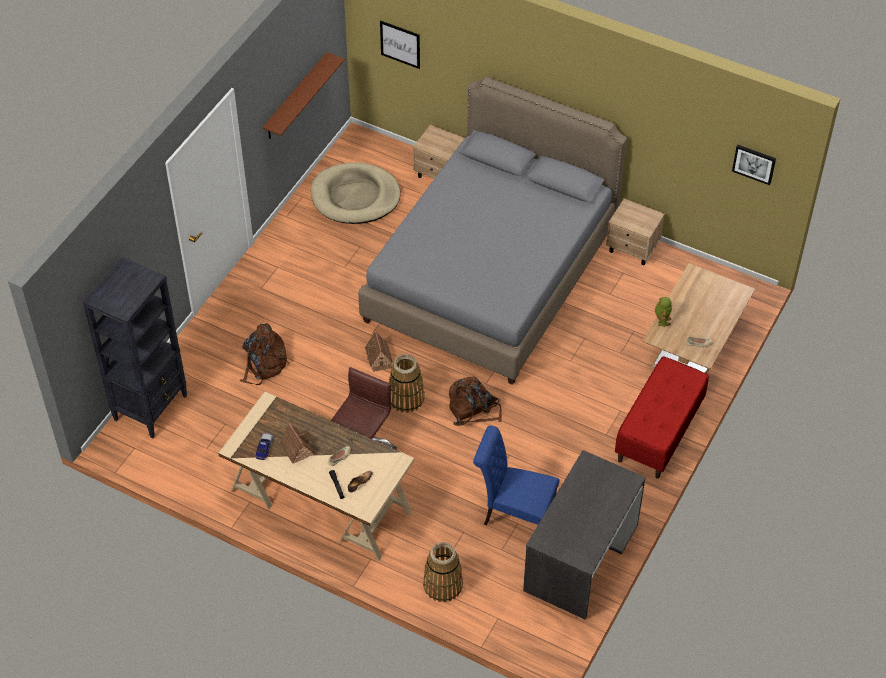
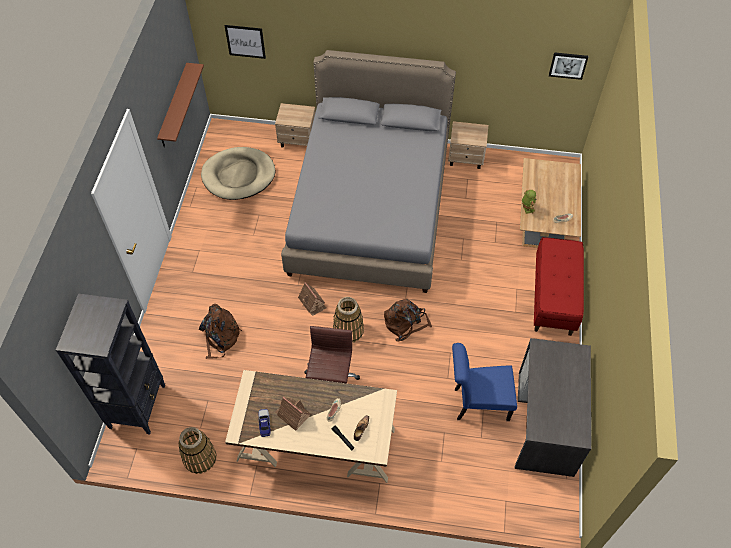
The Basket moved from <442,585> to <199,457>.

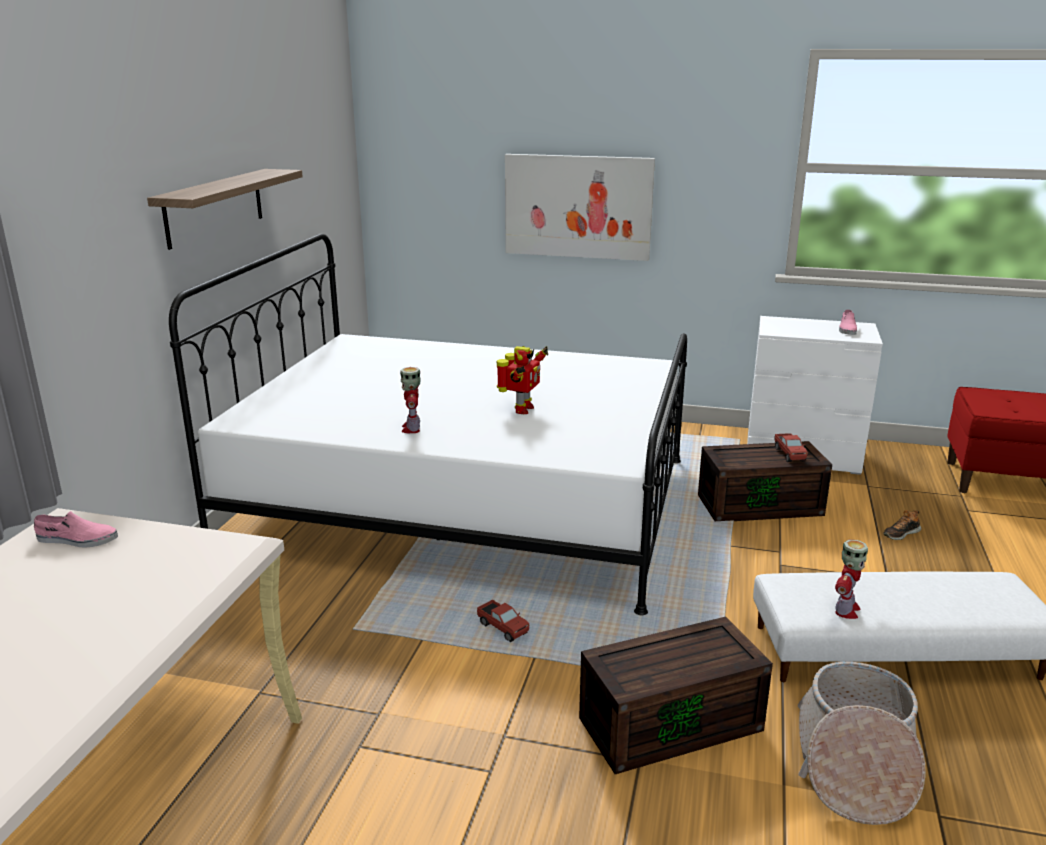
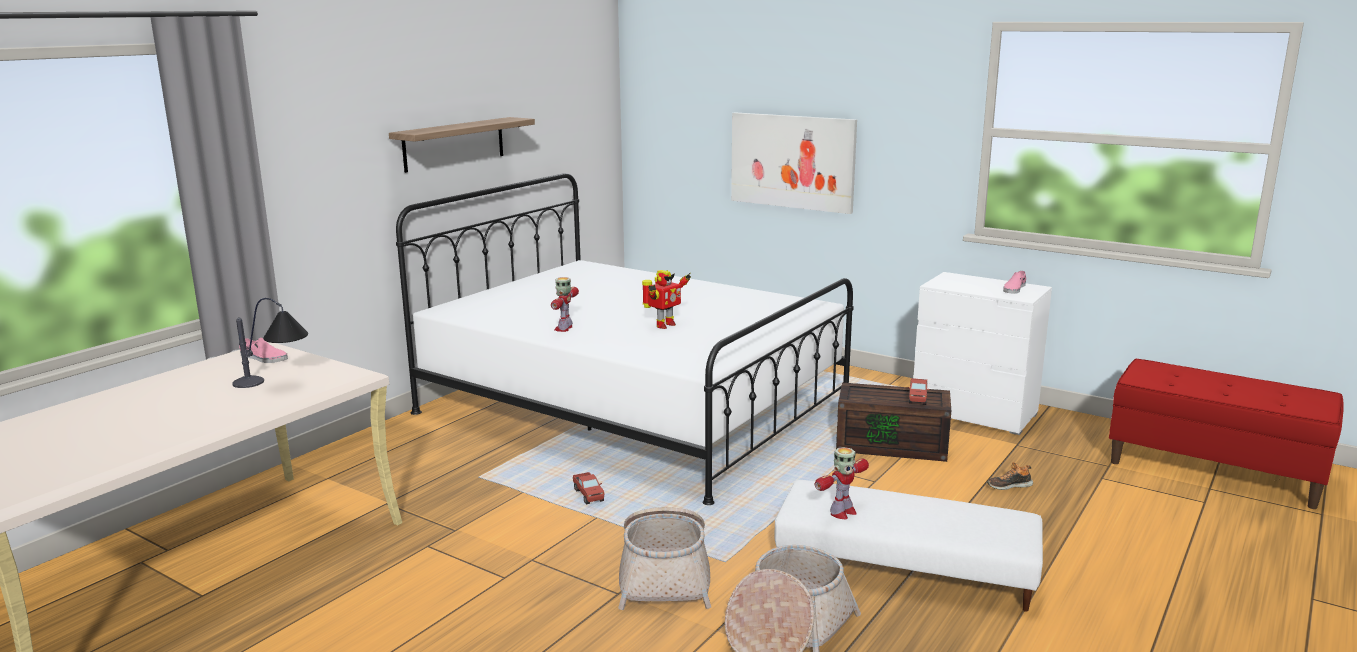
The TableLamp at <276,384> appeared.
The BrownColouredStorageBin at <671,722> was replaced by the Basket at <665,576>.

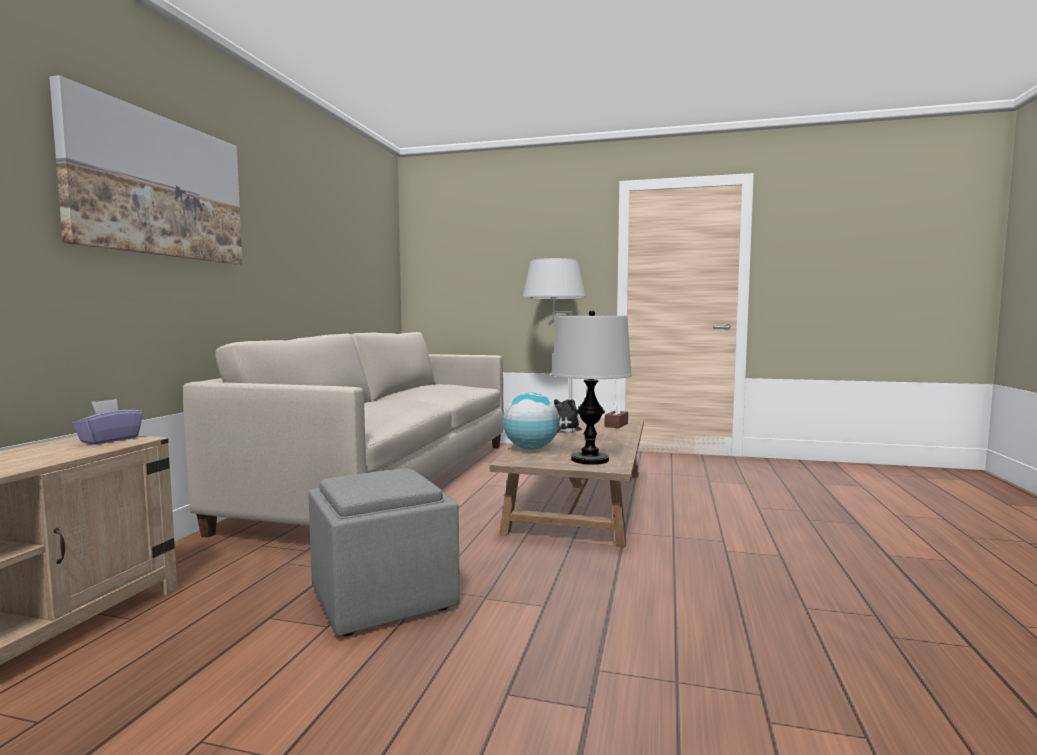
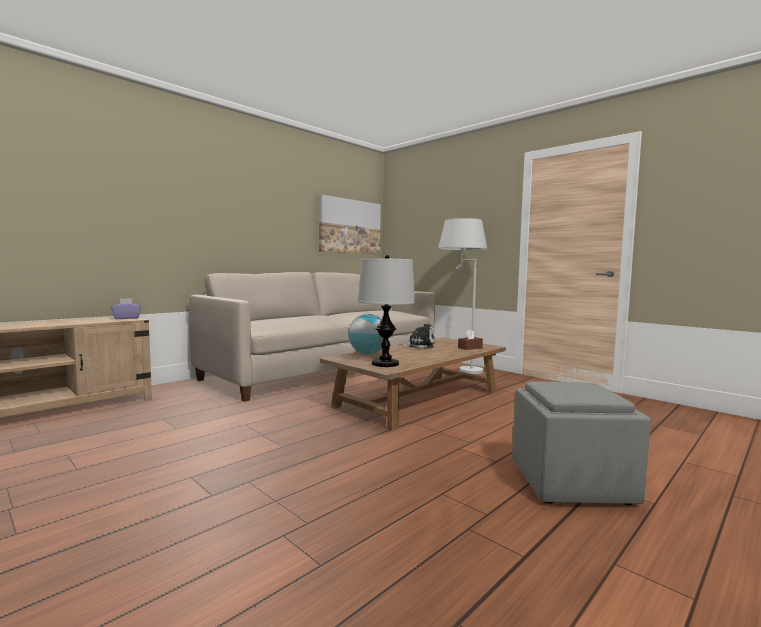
The WallArt moved from <158,187> to <350,226>.
The GrayOttoman moved from <381,598> to <569,482>.

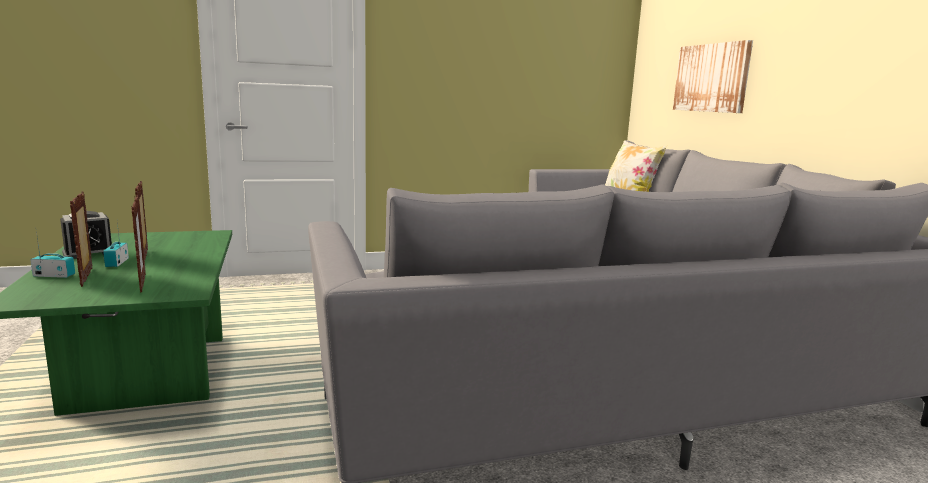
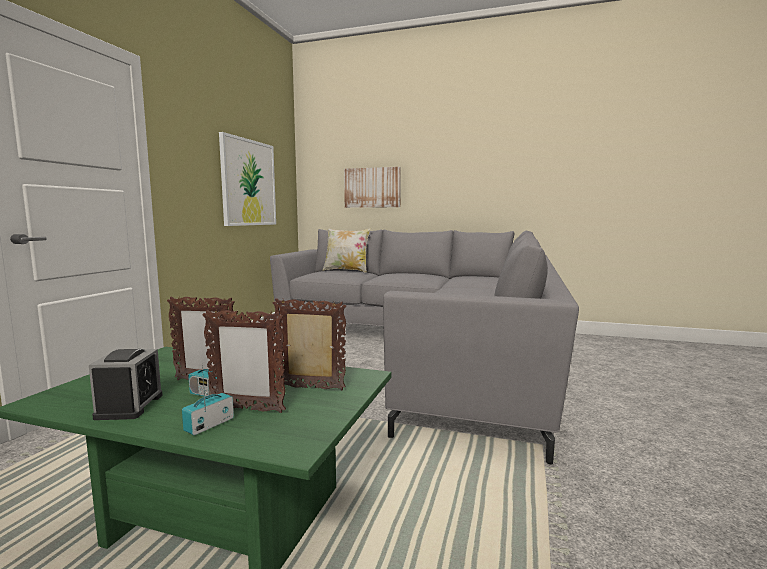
The WallArt at <248,183> appeared.

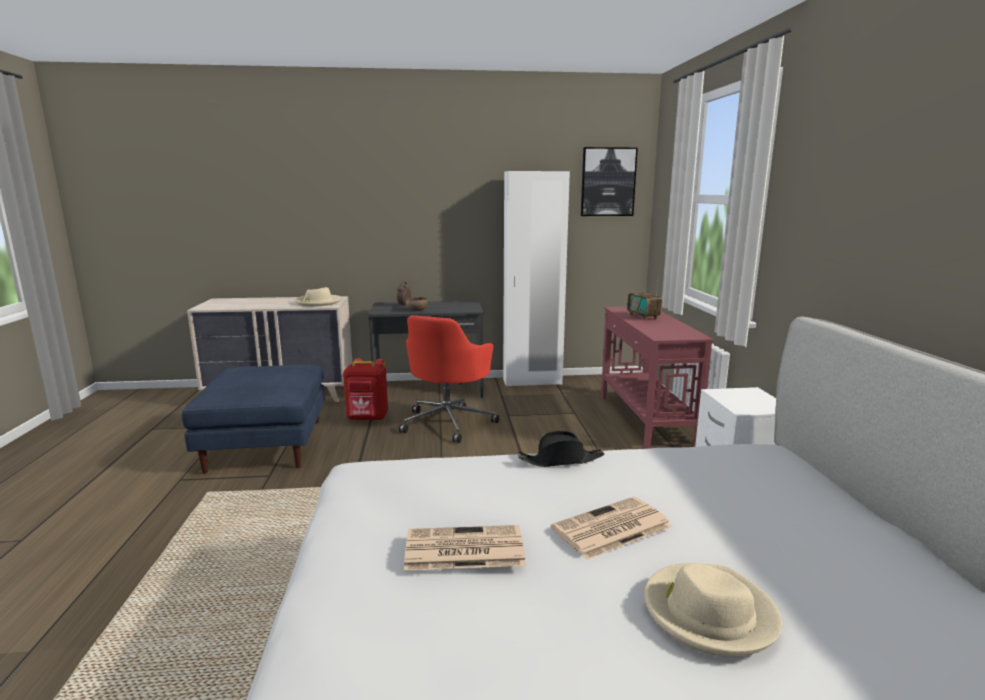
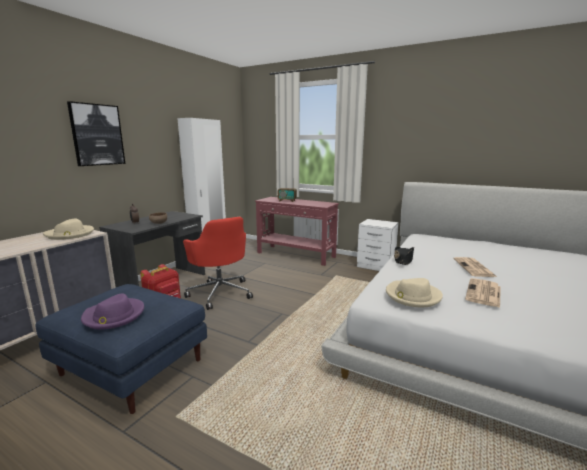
The WallArt moved from <608,182> to <97,135>.
The PurplishClothingHat at <113,316> appeared.
The BeigeColouredClothingHat moved from <708,612> to <412,296>.

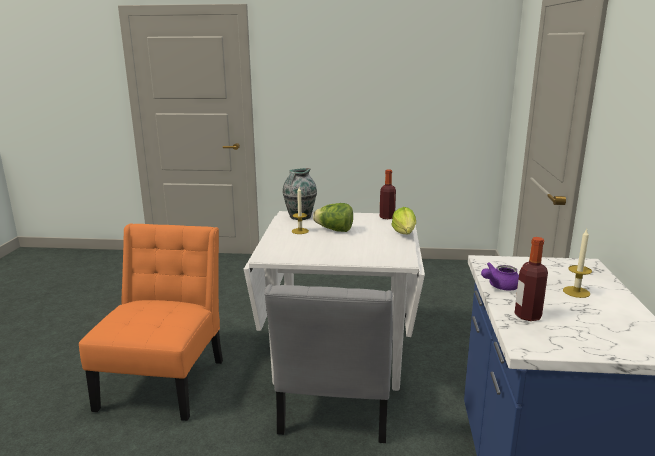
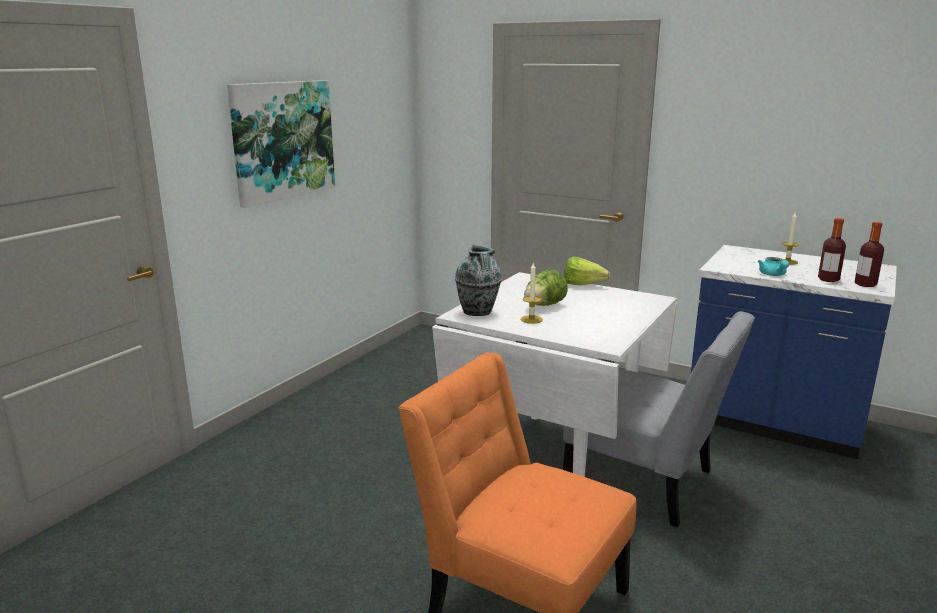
The WallArt at <283,140> appeared.
The PurplishTeaPot at <499,286> became the BlueGreenTeaPot at <773,275>.
The DrinkBottle moved from <387,217> to <865,284>.

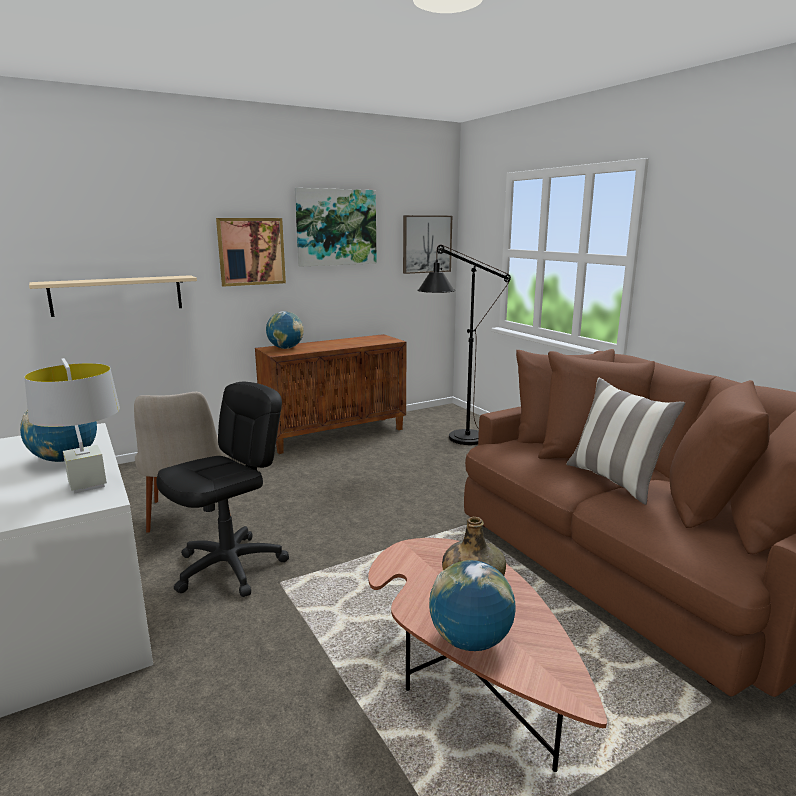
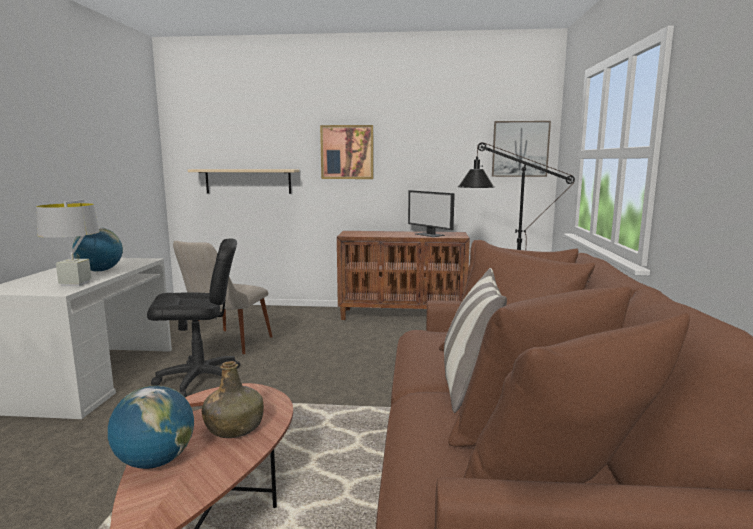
The ComputerDisplay at <430,234> appeared.
The DeskGlobe at <285,348> disappeared.
The WallArt at <336,227> disappeared.

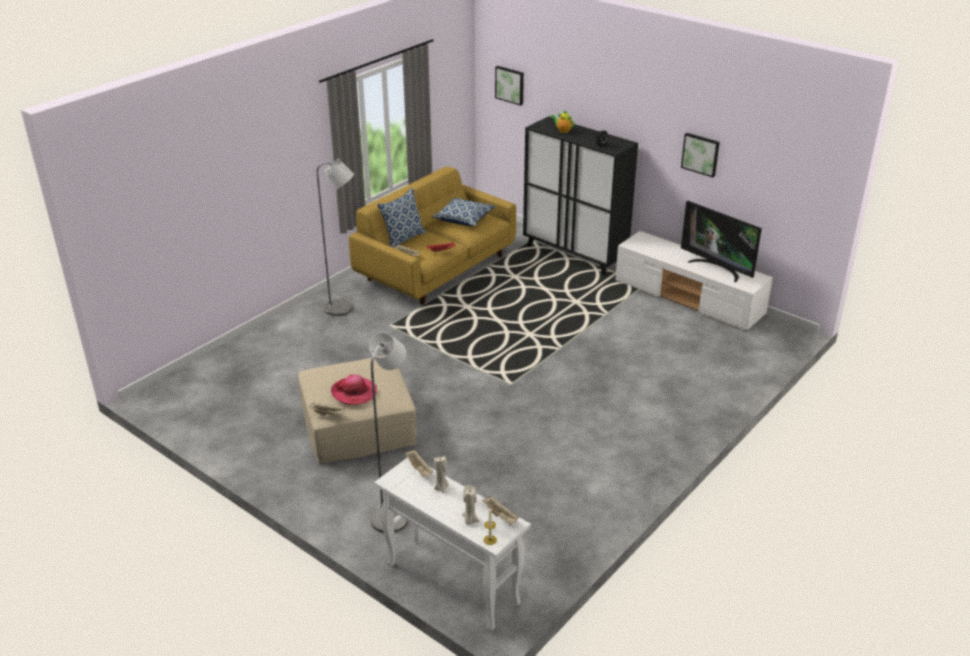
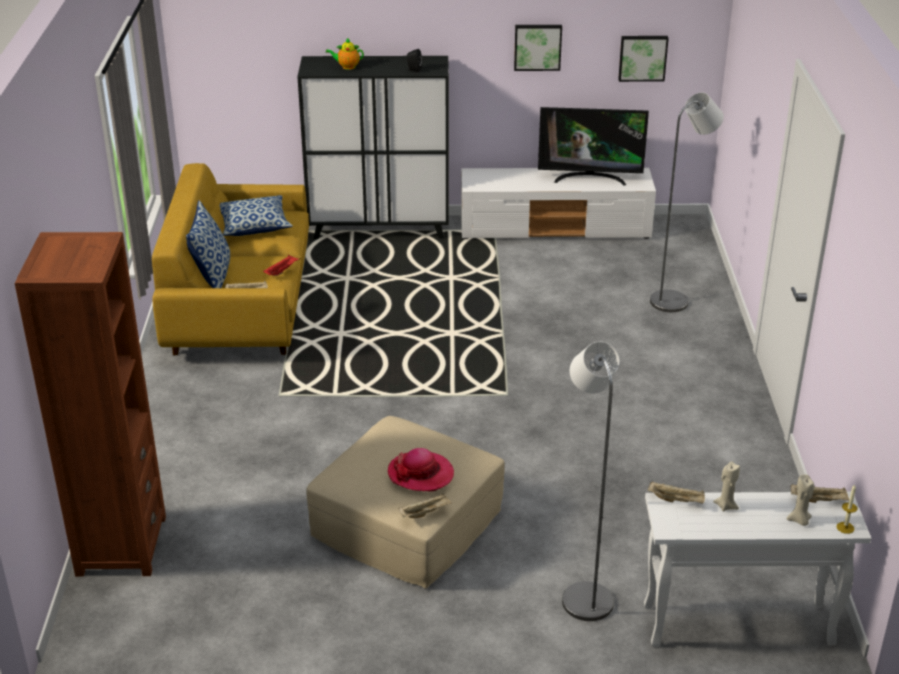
The BrownColouredBookcase at <121,545> appeared.
The WallArt moved from <510,85> to <642,57>.
The GrayStandardLamp moved from <344,309> to <675,300>.

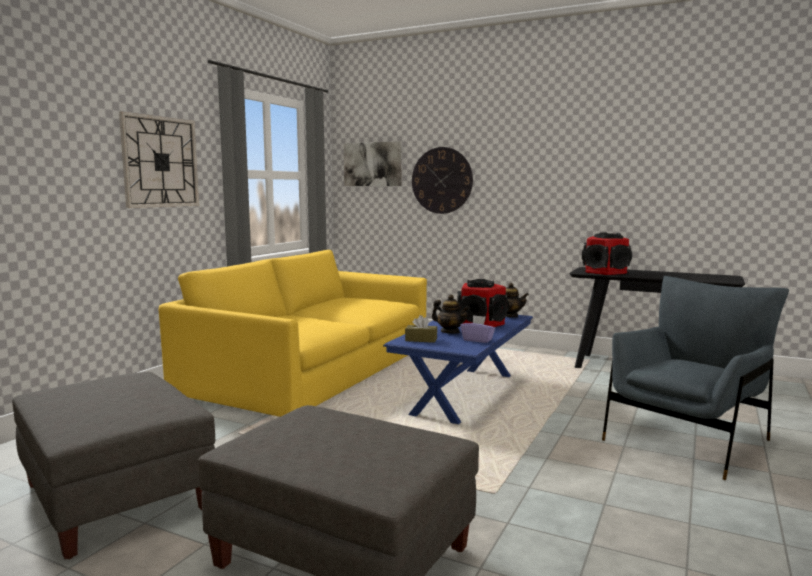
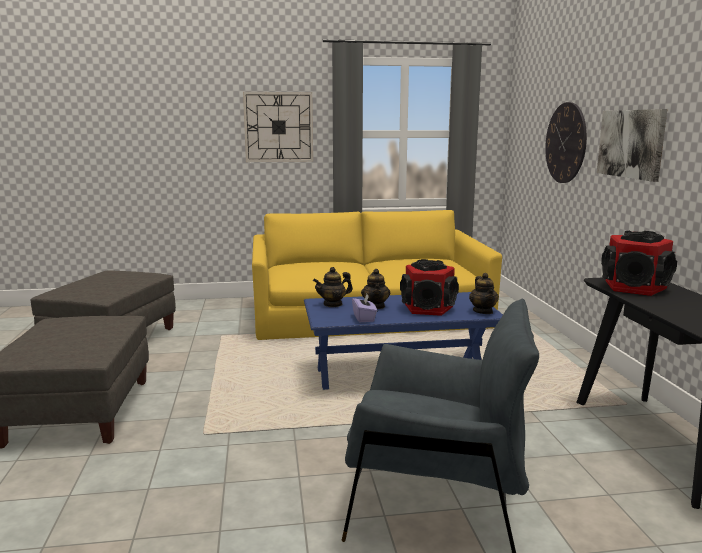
The BrownColouredTissueHolder at <421,340> was replaced by the TeaPot at <333,304>.
The WallArt moved from <372,164> to <631,143>.

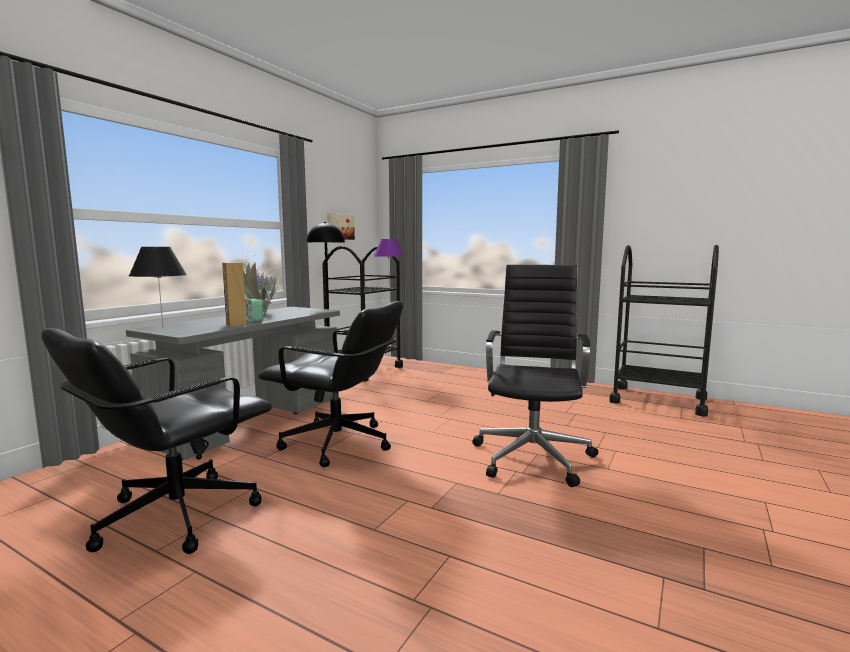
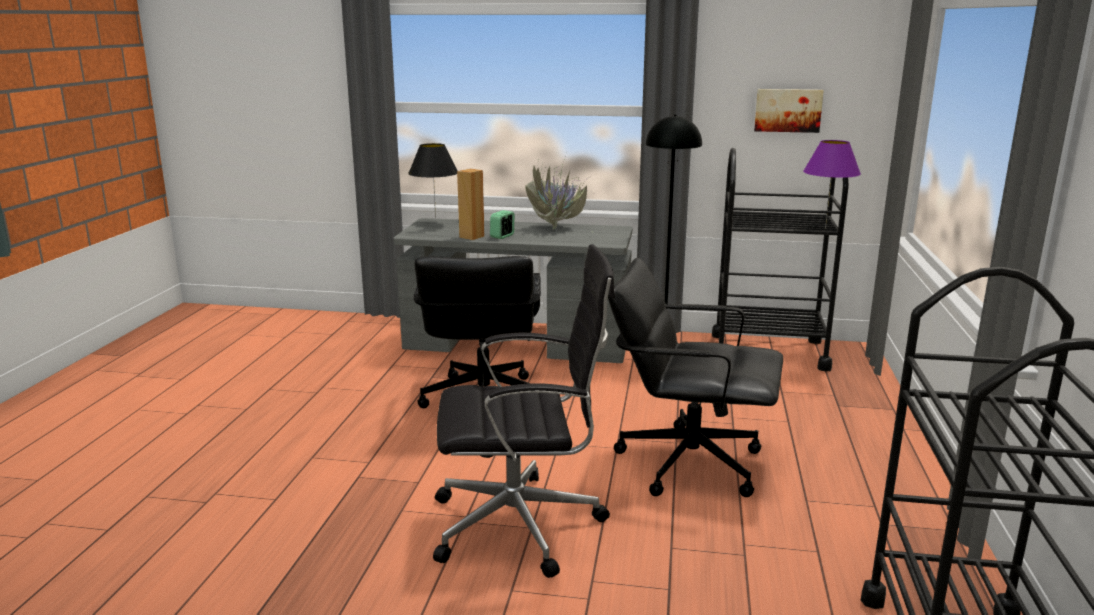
The BlackColouredDeskChair moved from <175,515> to <688,462>.

